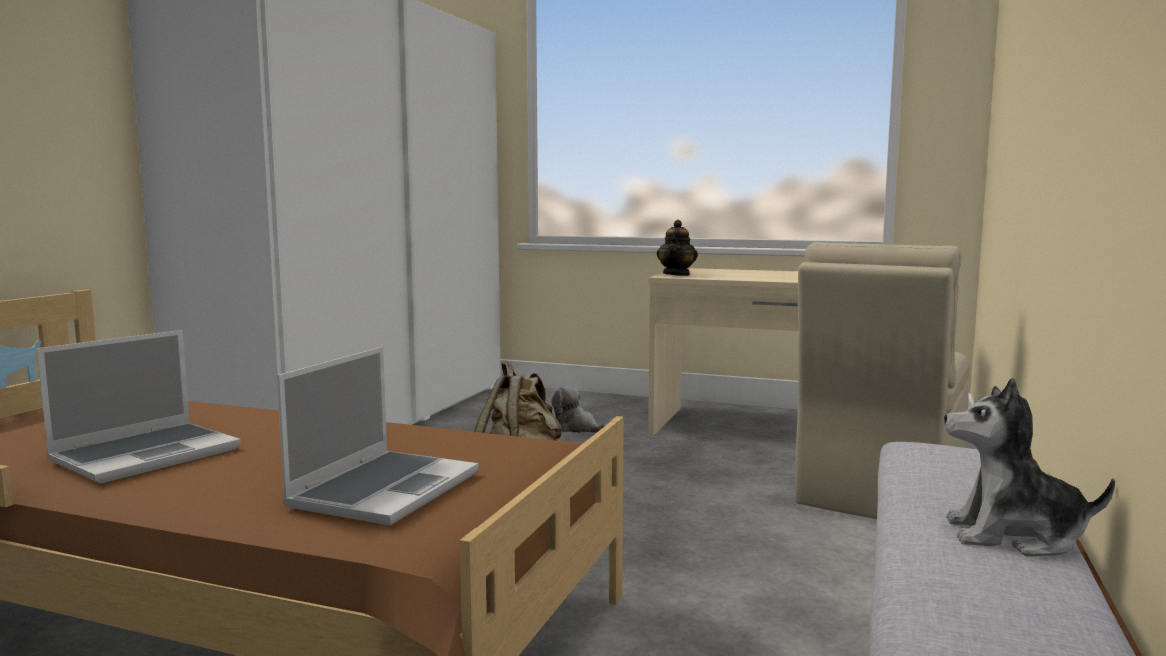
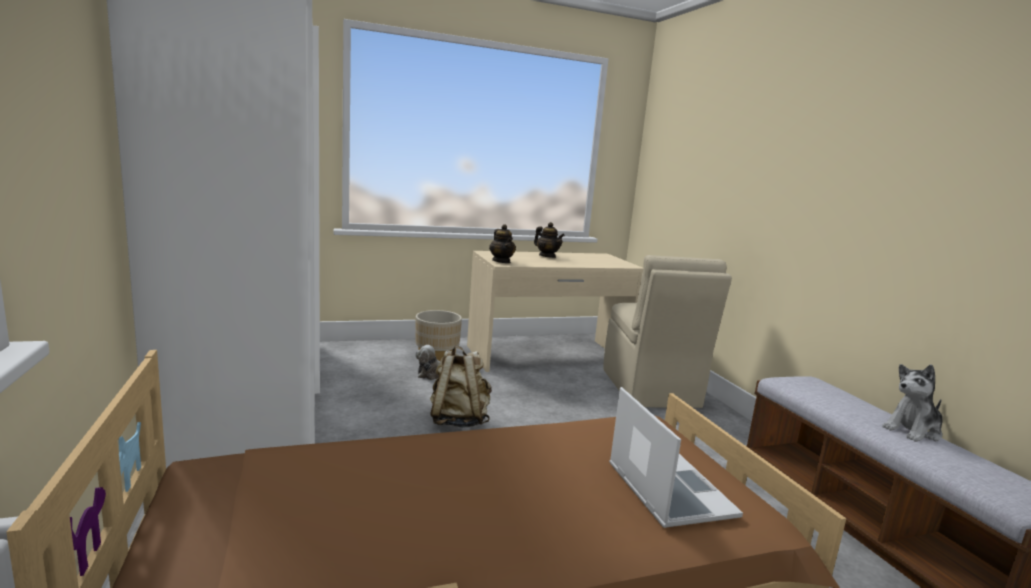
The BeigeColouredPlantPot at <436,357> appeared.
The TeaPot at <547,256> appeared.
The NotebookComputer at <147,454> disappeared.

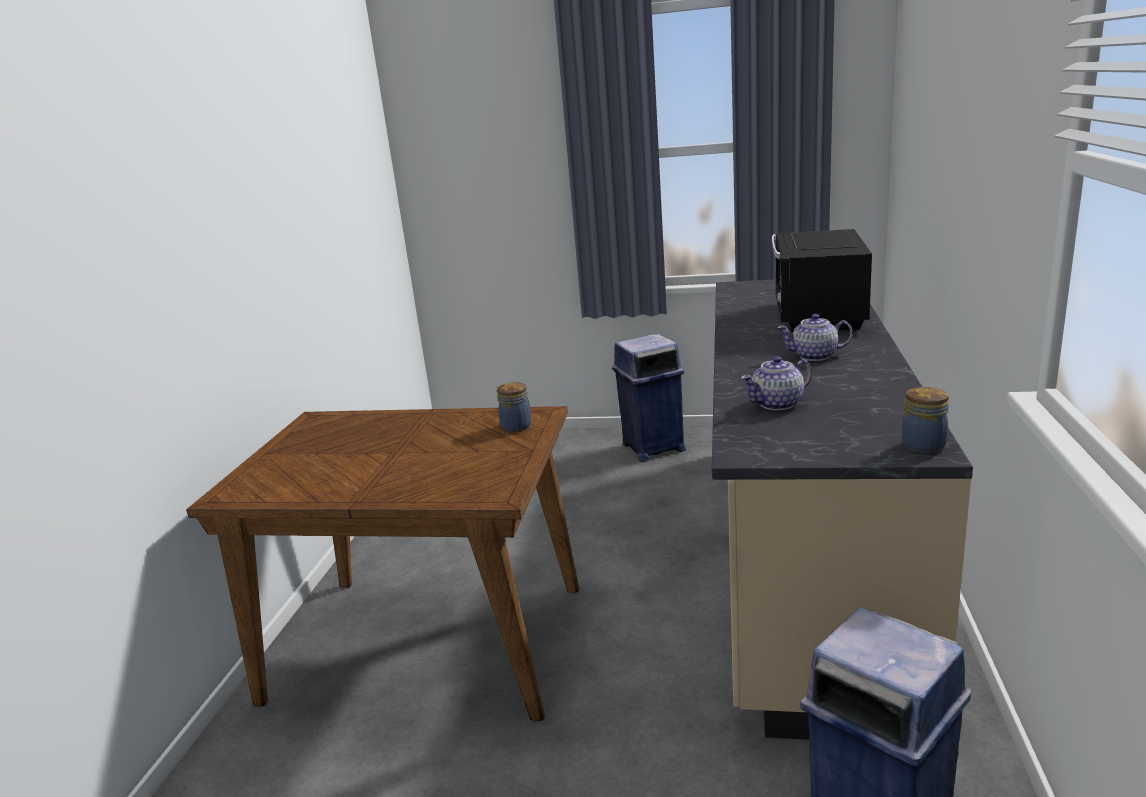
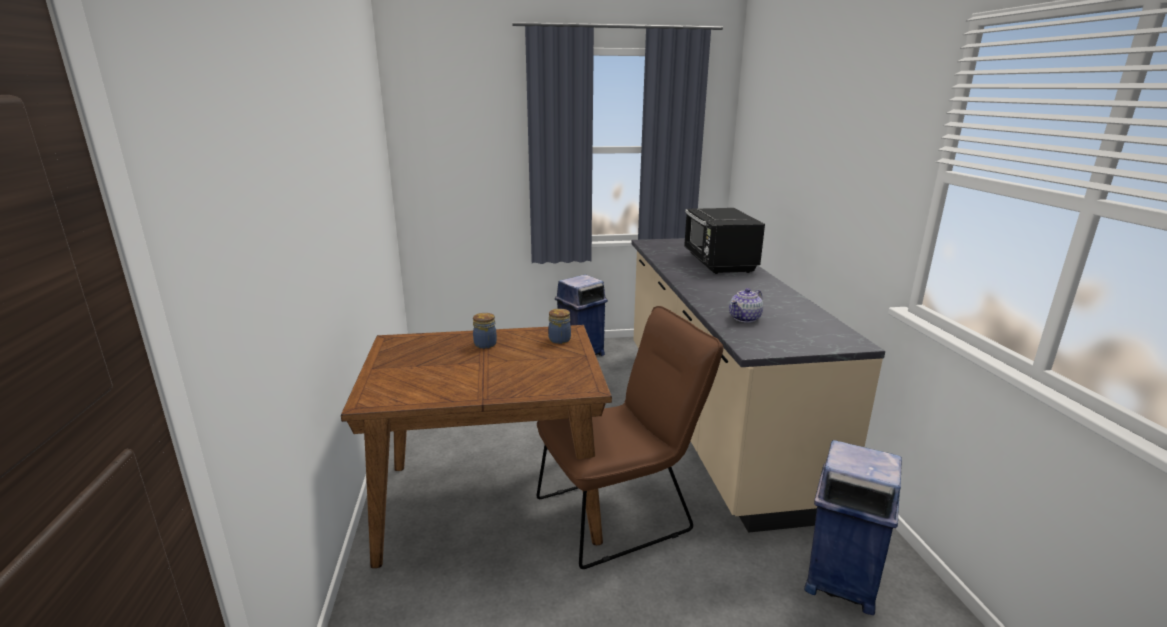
The StorageJar moved from <923,444> to <485,344>.
The BrownColouredPlainChair at <622,511> appeared.
The TeaPot at <815,356> disappeared.

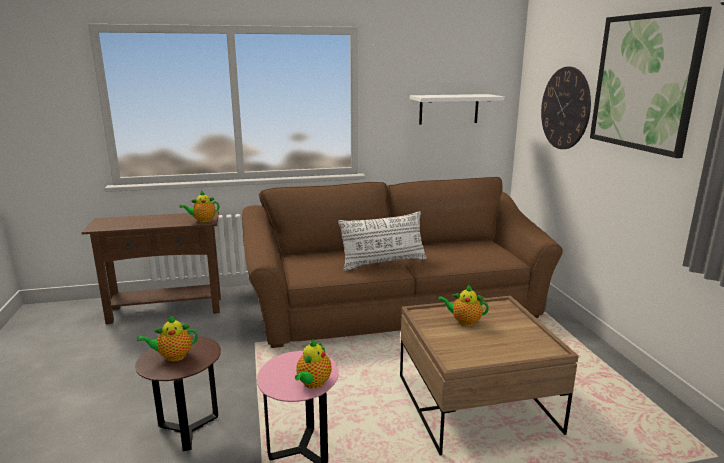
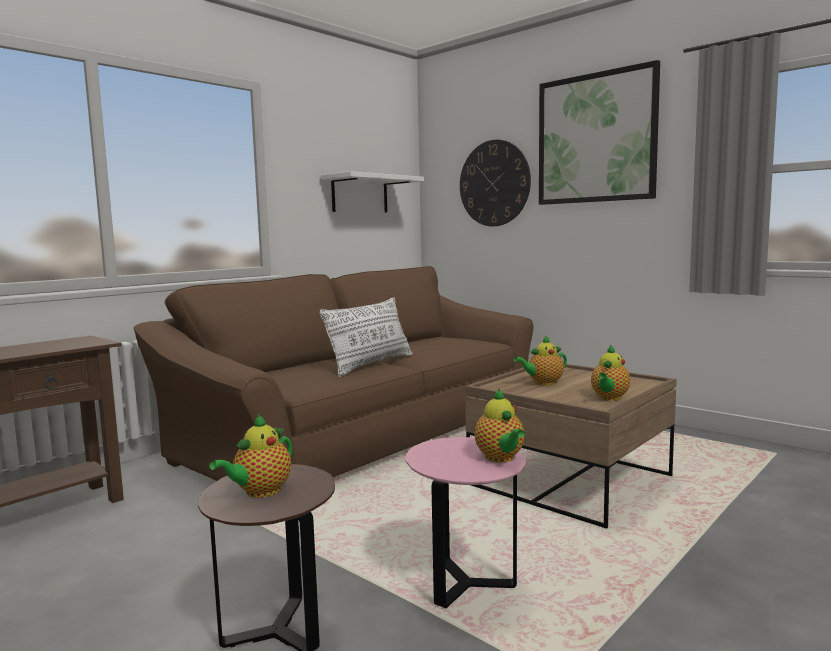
The TeaPot moved from <203,220> to <609,398>.

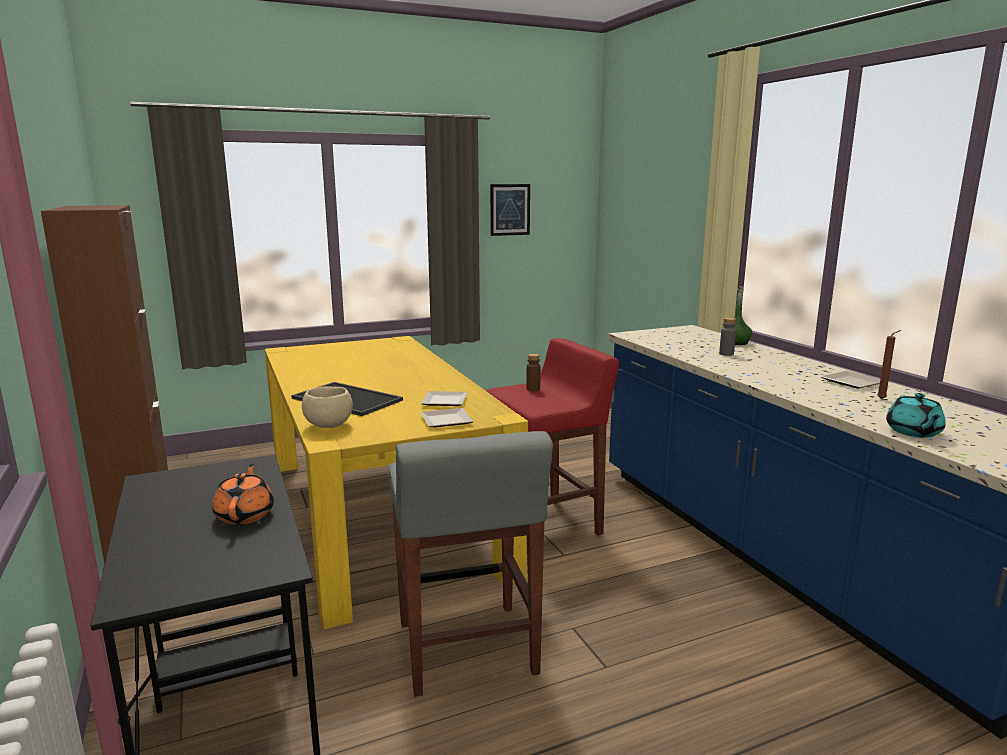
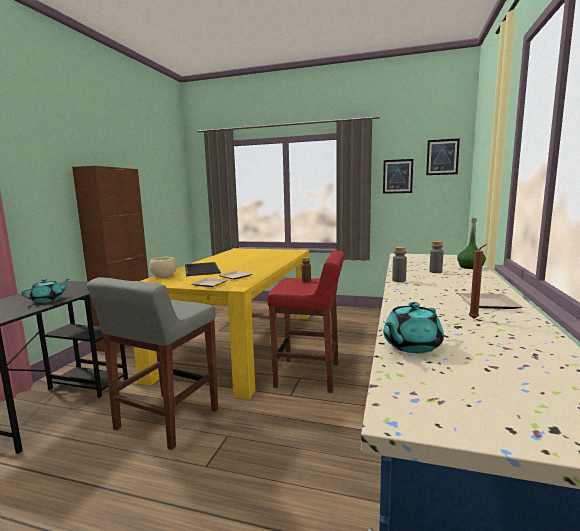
The OrangeTeaPot at <245,514> became the BlueGreenTeaPot at <48,300>.
The GrayDrinkBottle at <399,280> appeared.
The WallArt at <442,157> appeared.

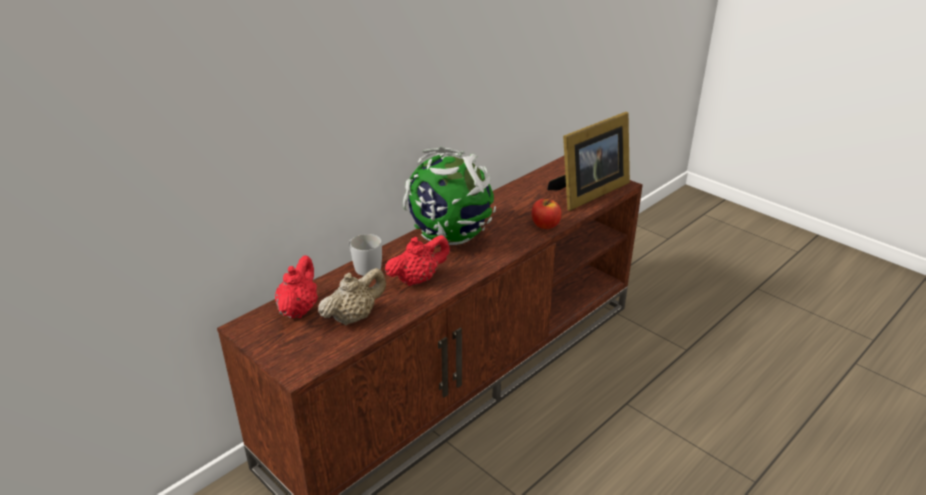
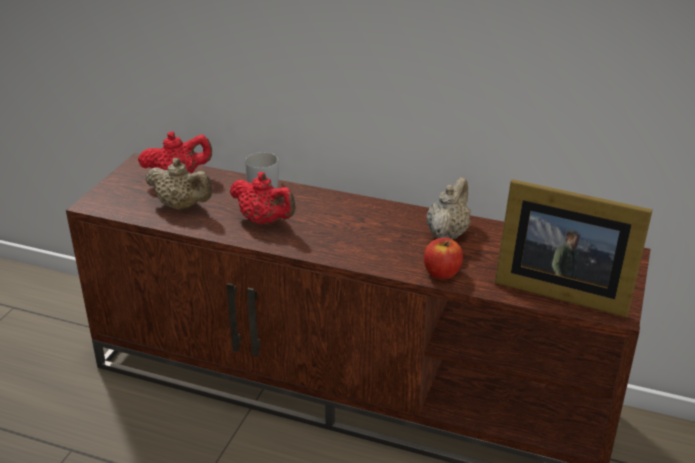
The BeigeColouredTeaPot at <447,234> appeared.
The DeskGlobe at <449,237> disappeared.

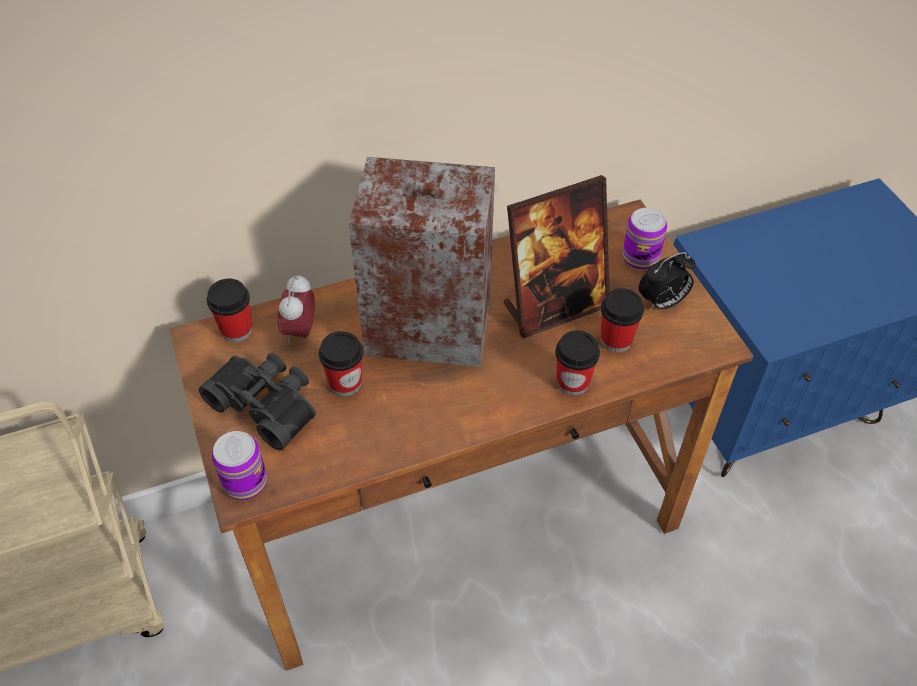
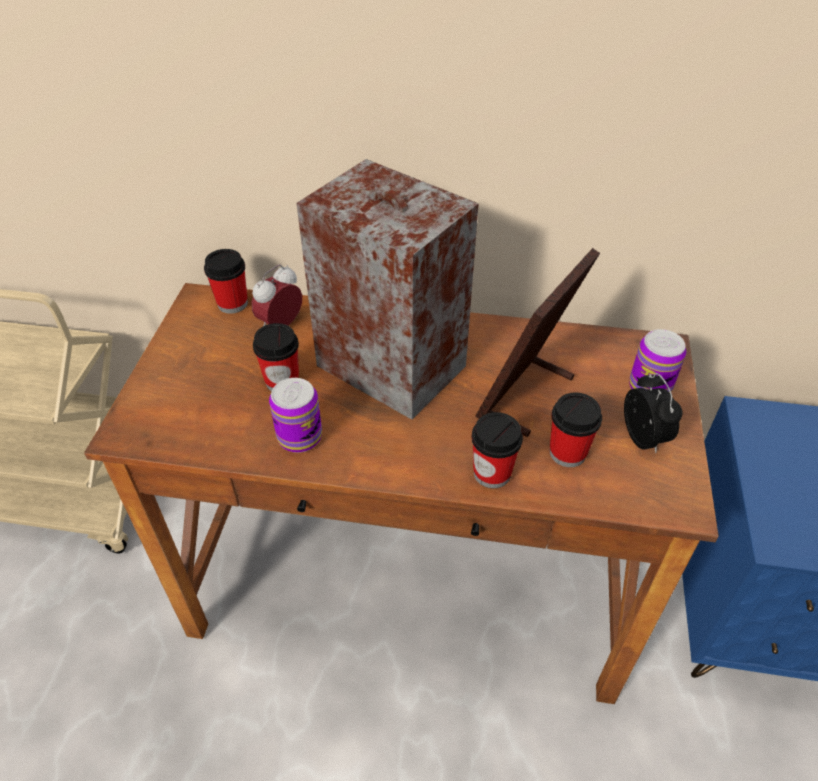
The SealedCan moved from <245,482> to <299,437>.
The StandingFrame at <555,306> turned 120 degrees clockwise.
The AlarmClock at <662,303> turned 105 degrees counterclockwise.
The BlackColouredPairOfBinoculars at <267,404> disappeared.

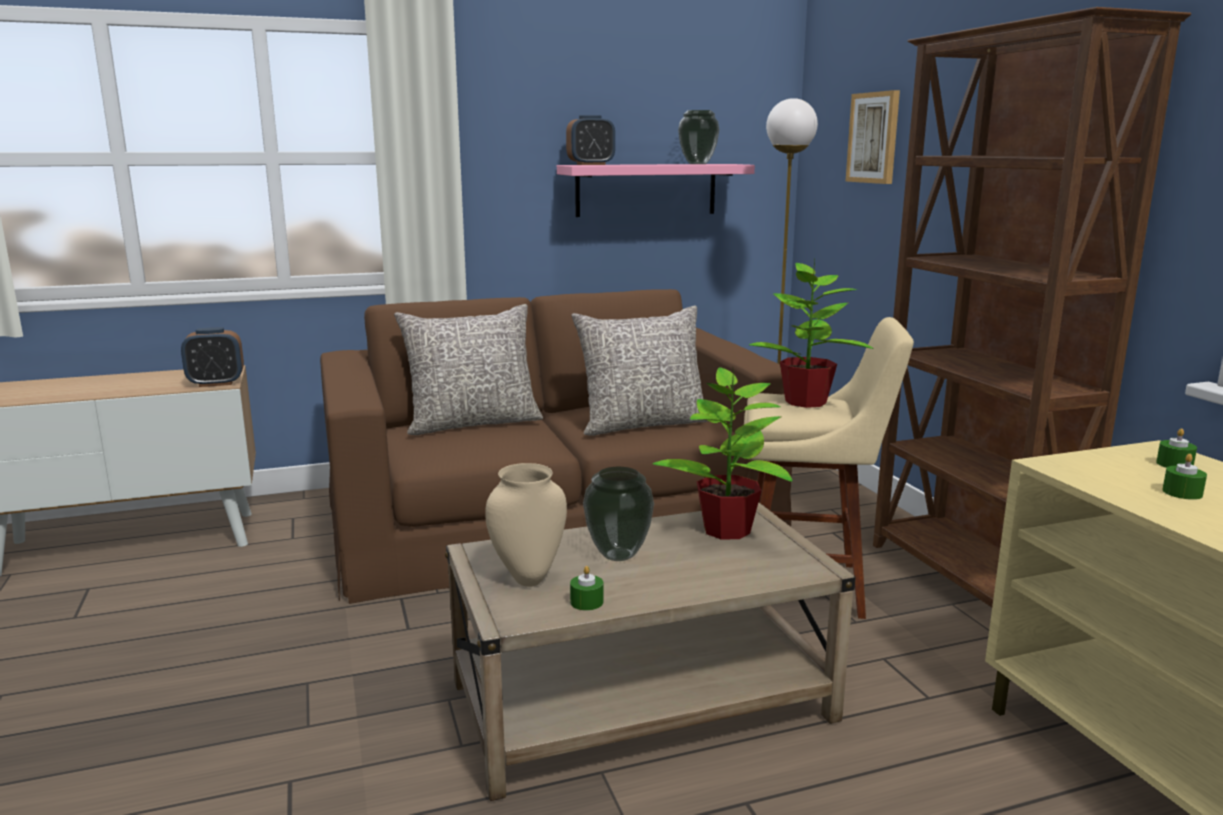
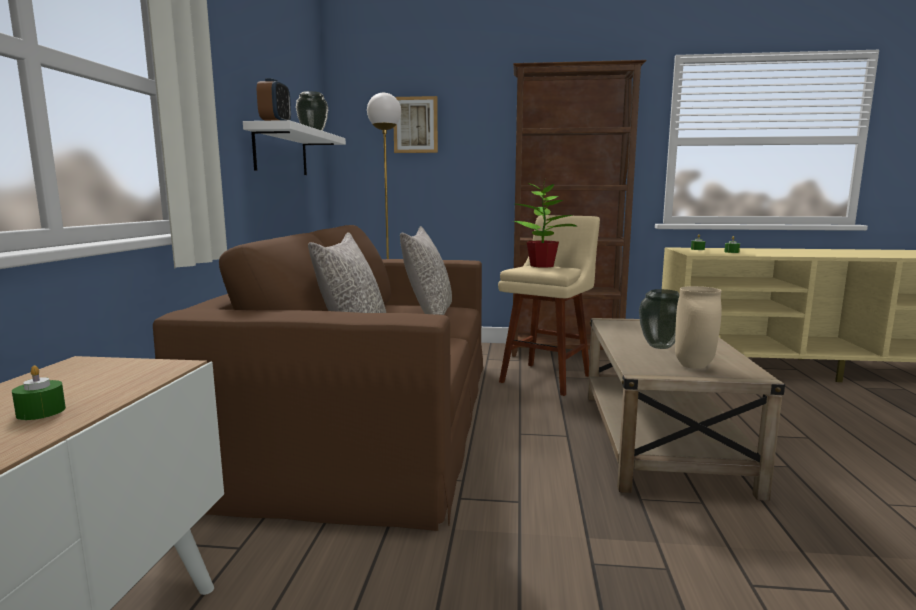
The GreenColouredWaxCandle moved from <586,602> to <41,412>.
The PinkShelf at <646,190> became the WhiteShelf at <281,152>.
The AlarmClock at <216,383> disappeared.
The Houseplant at <726,530> disappeared.

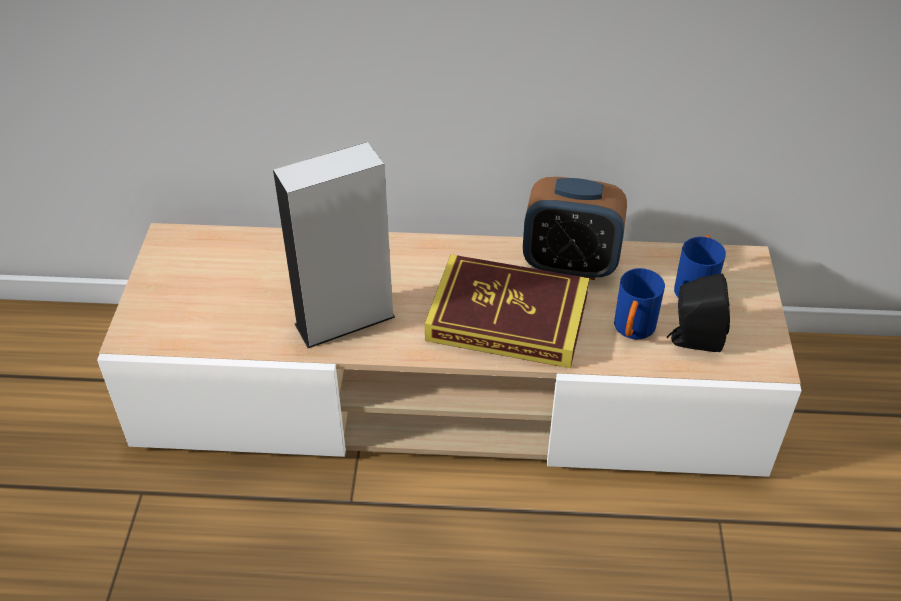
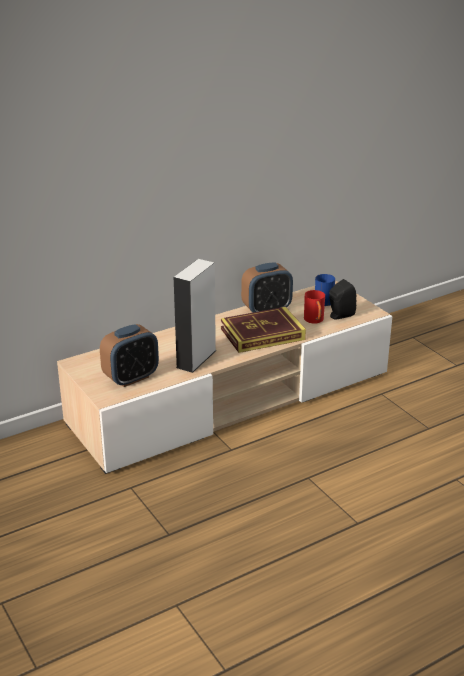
The AlarmClock at <131,378> appeared.
The BluishCoffeeMug at <632,331> became the ReddishCoffeeMug at <315,321>.

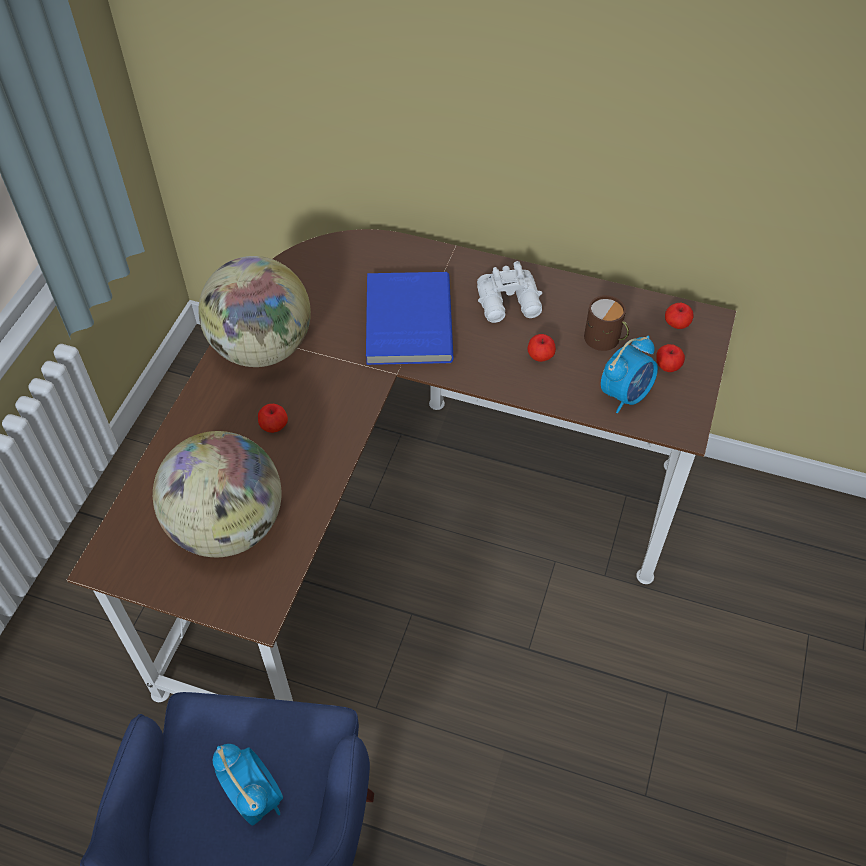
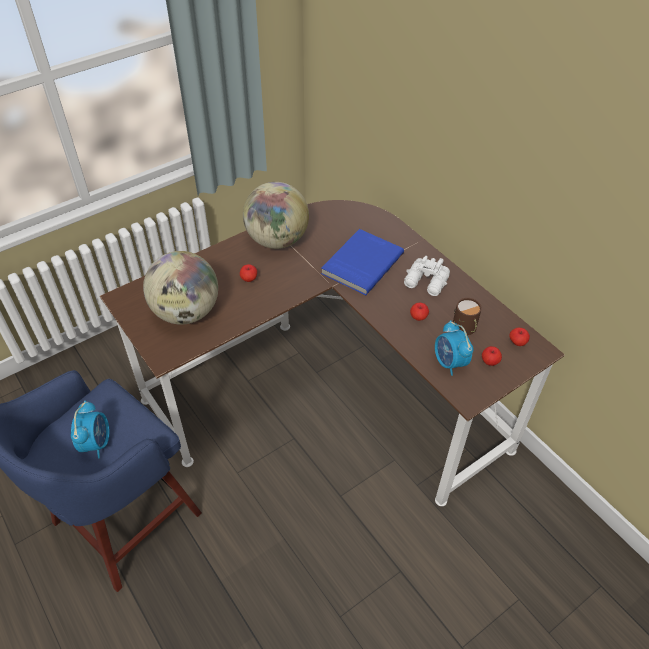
The AlarmClock at <625,395> turned 75 degrees clockwise.

